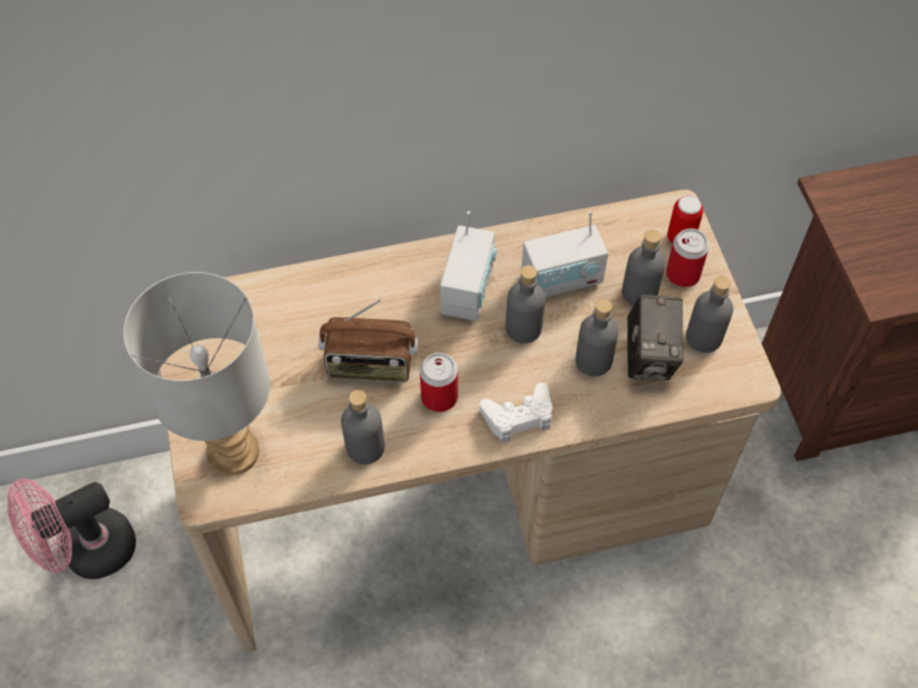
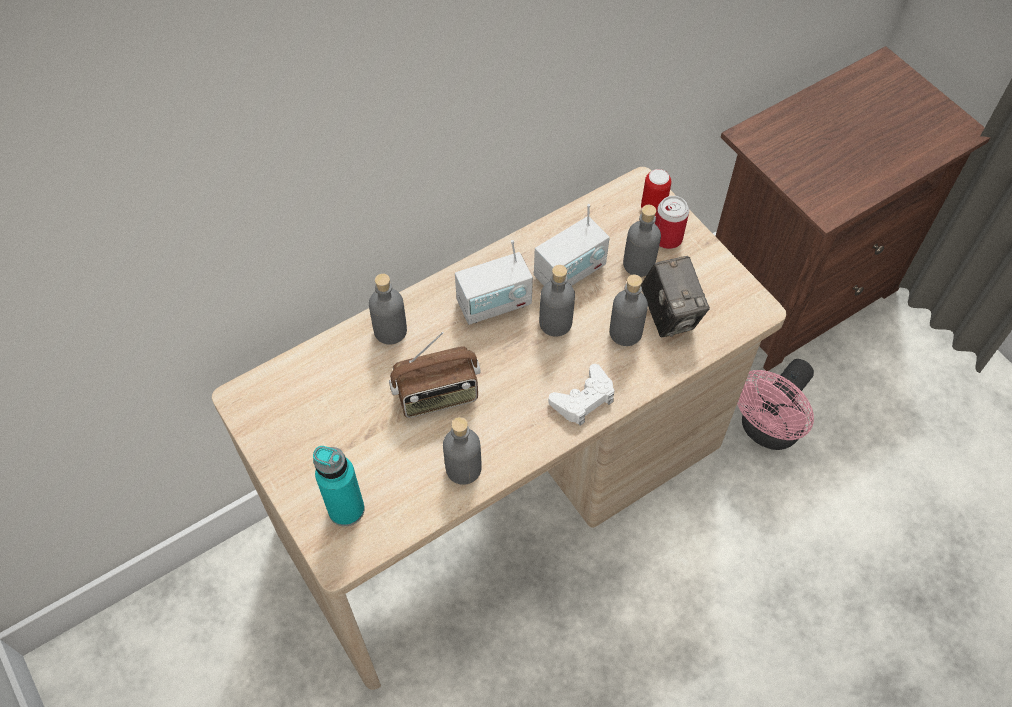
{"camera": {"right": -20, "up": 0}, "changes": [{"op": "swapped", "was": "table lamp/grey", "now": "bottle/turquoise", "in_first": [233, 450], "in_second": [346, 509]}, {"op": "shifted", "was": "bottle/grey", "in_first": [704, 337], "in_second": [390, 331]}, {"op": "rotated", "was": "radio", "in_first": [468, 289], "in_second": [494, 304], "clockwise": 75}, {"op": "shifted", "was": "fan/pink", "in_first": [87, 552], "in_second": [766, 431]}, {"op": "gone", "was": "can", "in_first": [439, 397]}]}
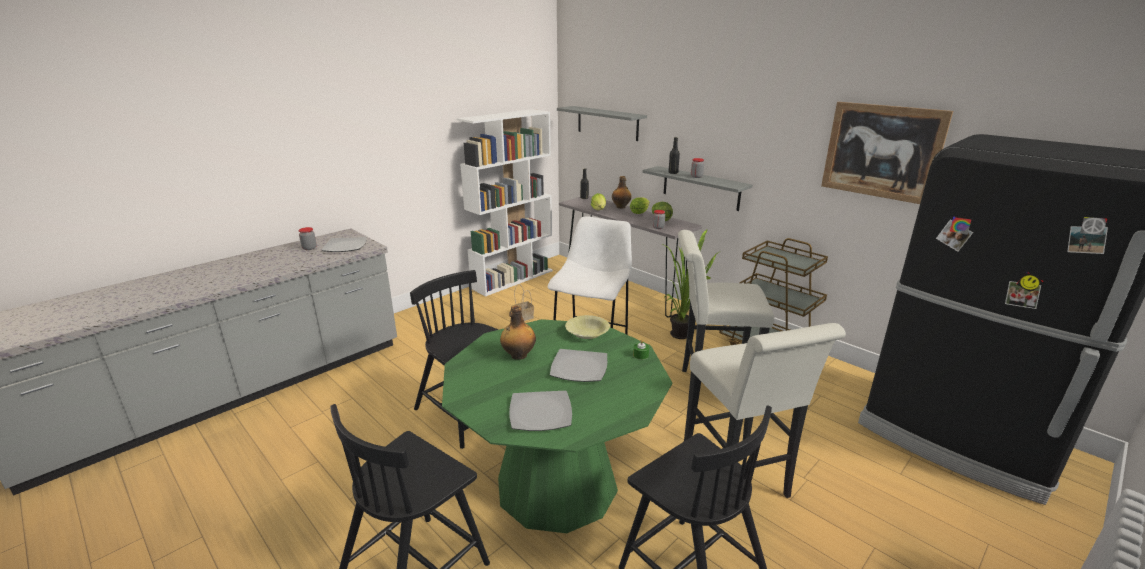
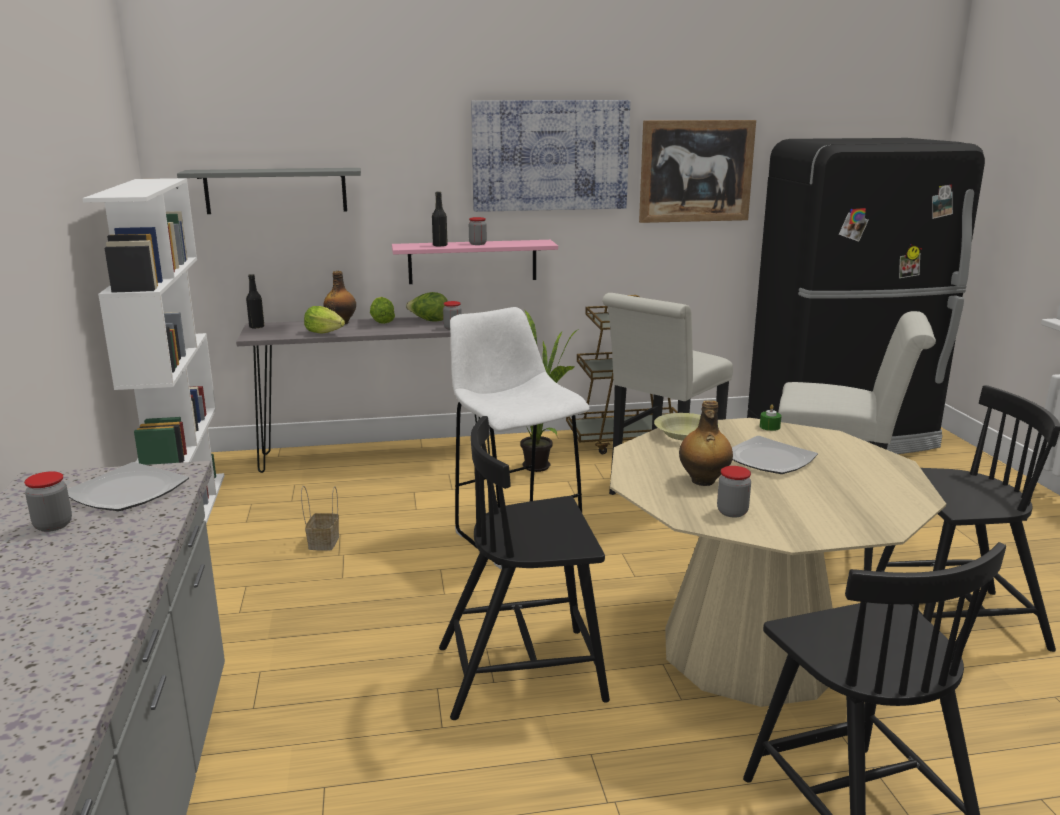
{"camera": {"right": -55, "up": -5}, "changes": [{"op": "repainted", "was": "shelf/grey", "now": "shelf/pink", "in_first": [700, 188], "in_second": [472, 261]}, {"op": "new", "now": "picture", "in_second": [550, 155]}, {"op": "repainted", "was": "dining table/green", "now": "dining table/beige", "in_first": [556, 484], "in_second": [750, 649]}, {"op": "new", "now": "jar", "in_second": [732, 512]}, {"op": "gone", "was": "plate", "in_first": [540, 413]}]}
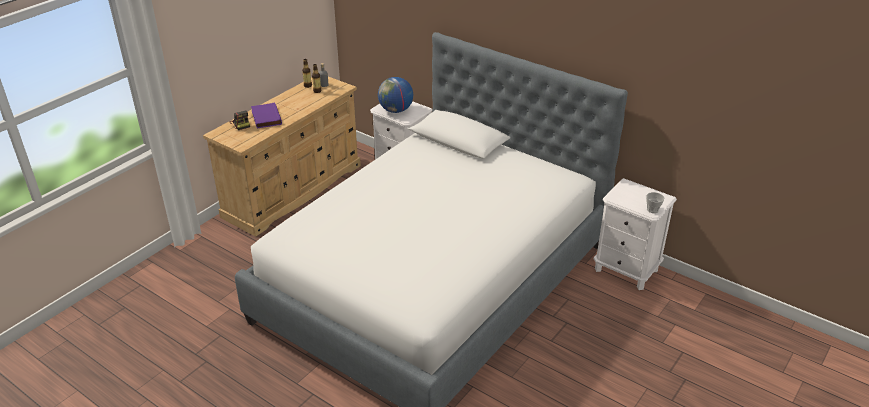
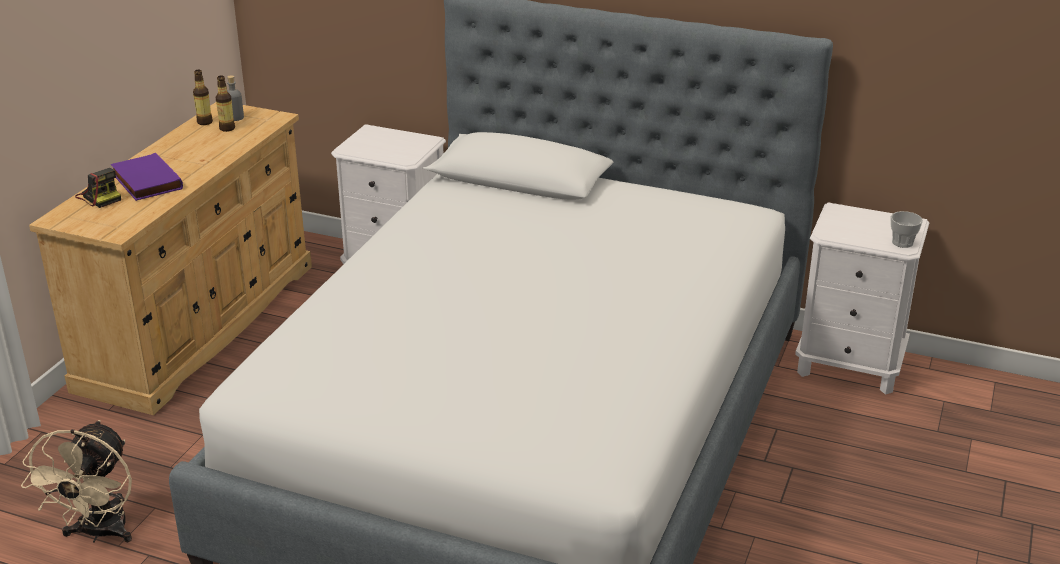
{"camera": {"right": -15, "up": -5}, "changes": [{"op": "new", "now": "fan/beige", "in_second": [99, 533]}, {"op": "gone", "was": "globe", "in_first": [396, 110]}]}
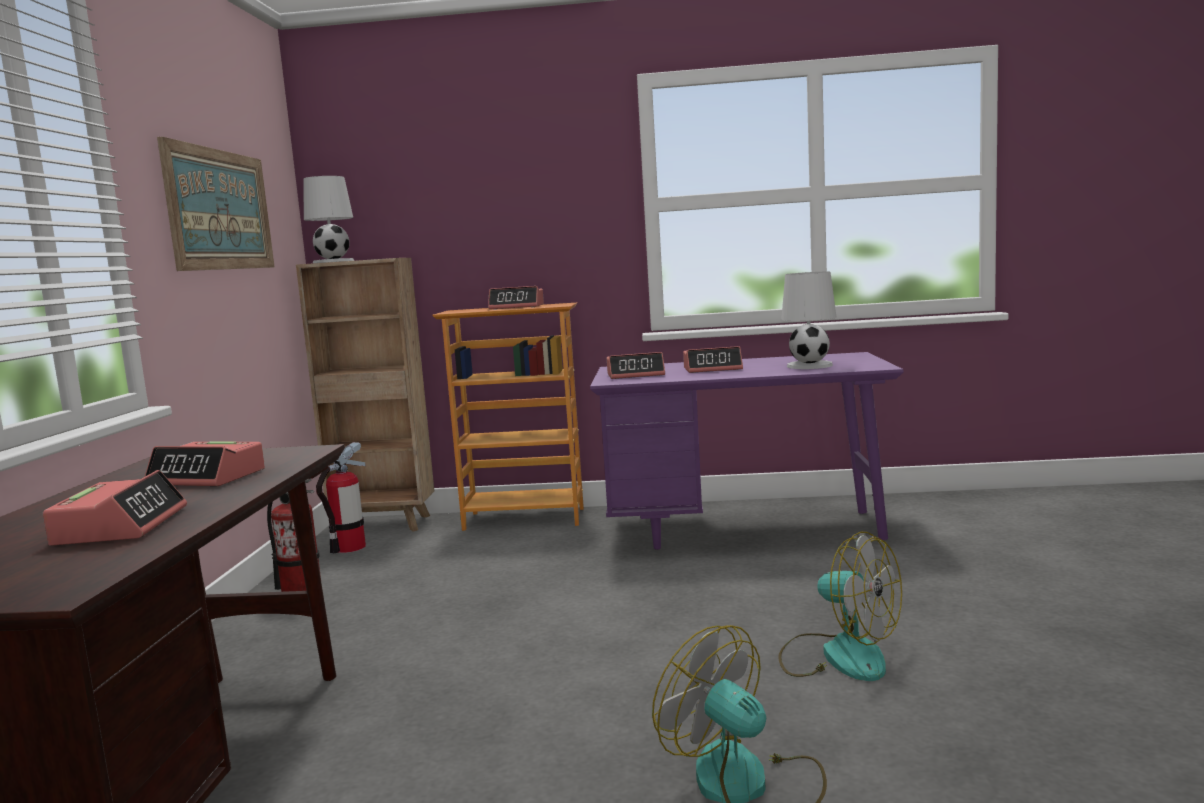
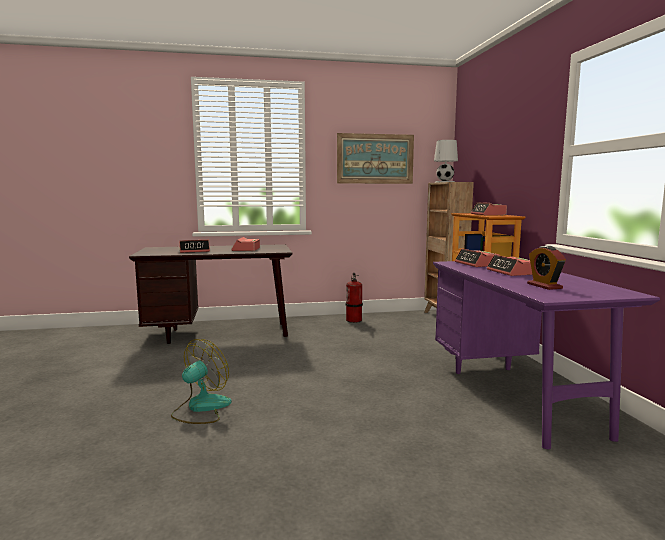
{"camera": {"right": 75, "up": 0}, "changes": [{"op": "swapped", "was": "table lamp/white", "now": "alarm clock", "in_first": [810, 365], "in_second": [544, 286]}, {"op": "gone", "was": "fire extinguisher", "in_first": [349, 547]}, {"op": "gone", "was": "fan", "in_first": [838, 656]}]}
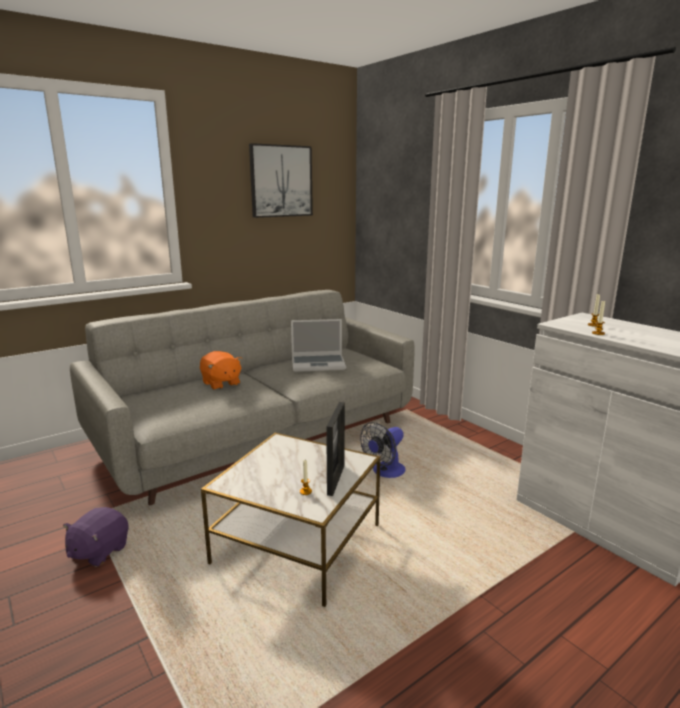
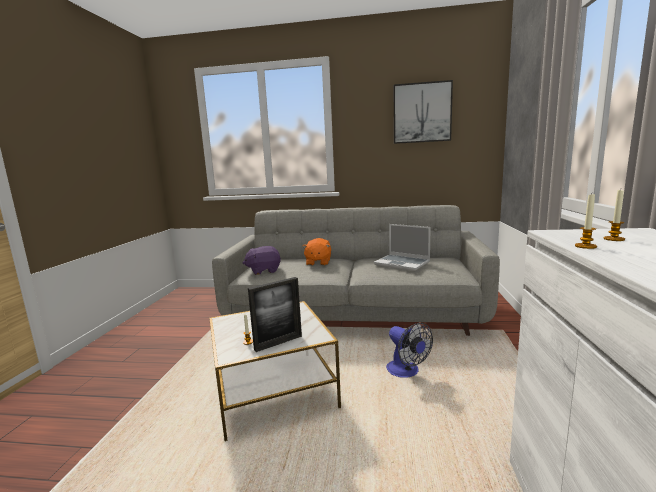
{"camera": {"right": 45, "up": -5}, "changes": [{"op": "shifted", "was": "plush toy/purple", "in_first": [98, 551], "in_second": [263, 271]}, {"op": "rotated", "was": "fan", "in_first": [385, 472], "in_second": [406, 372], "clockwise": -120}]}
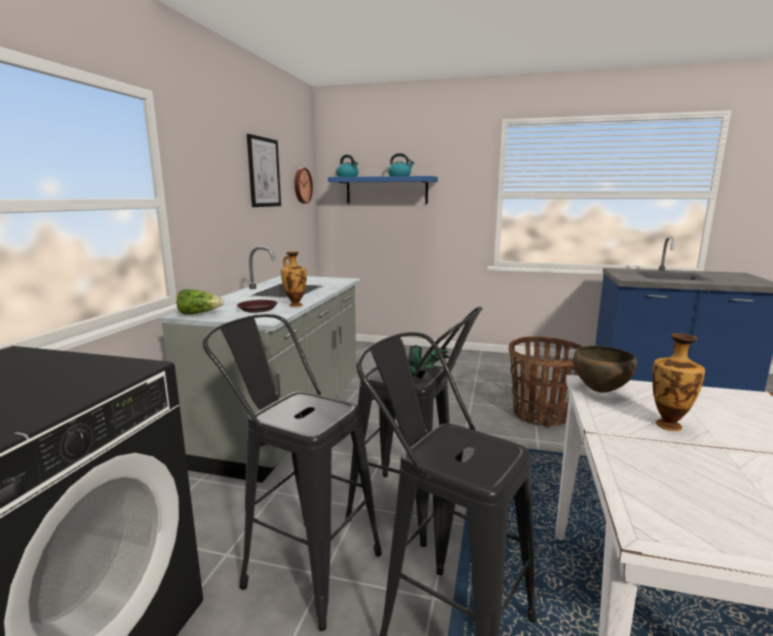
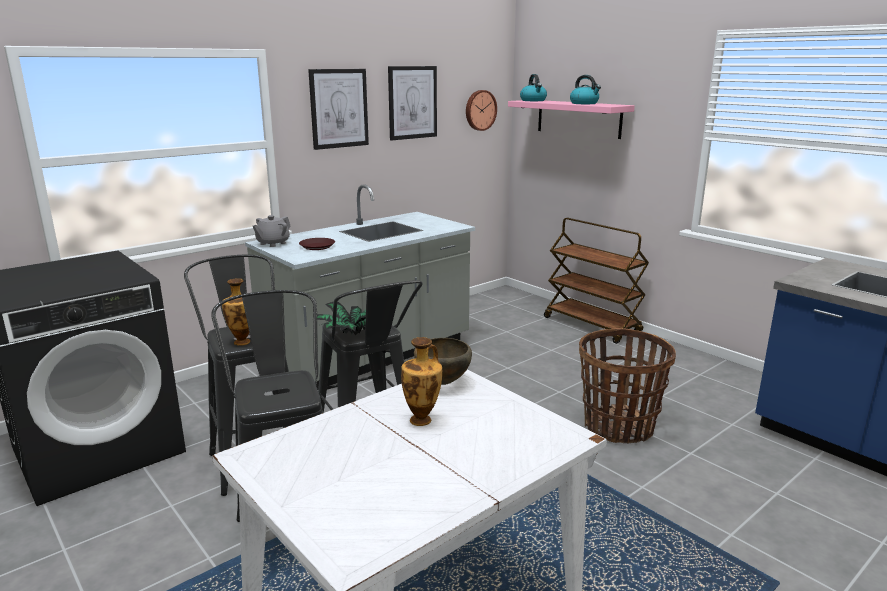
{"camera": {"right": 35, "up": 5}, "changes": [{"op": "shifted", "was": "vase", "in_first": [295, 305], "in_second": [242, 341]}, {"op": "swapped", "was": "lettuce", "now": "teapot/grey", "in_first": [199, 313], "in_second": [273, 243]}, {"op": "new", "now": "picture", "in_second": [339, 108]}, {"op": "repainted", "was": "shelf/blue", "now": "shelf/pink", "in_first": [386, 190], "in_second": [578, 118]}, {"op": "new", "now": "cart/brown", "in_second": [592, 325]}]}
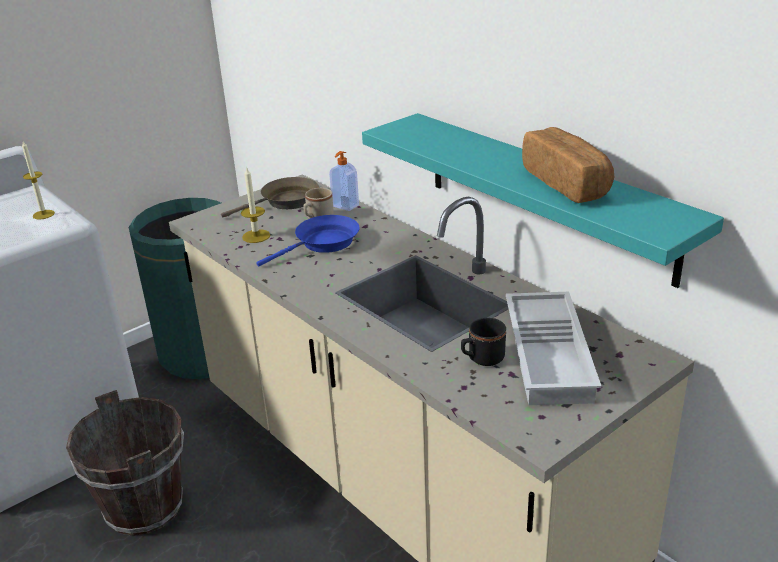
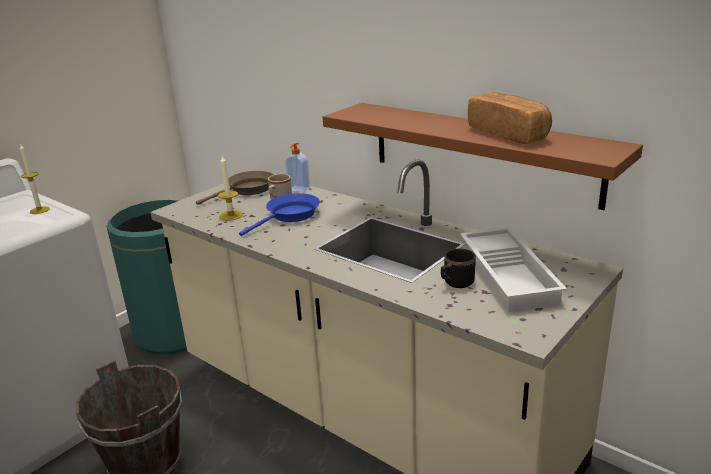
{"camera": {"right": -10, "up": -5}, "changes": [{"op": "repainted", "was": "shelf/turquoise", "now": "shelf/brown", "in_first": [545, 194], "in_second": [481, 152]}]}
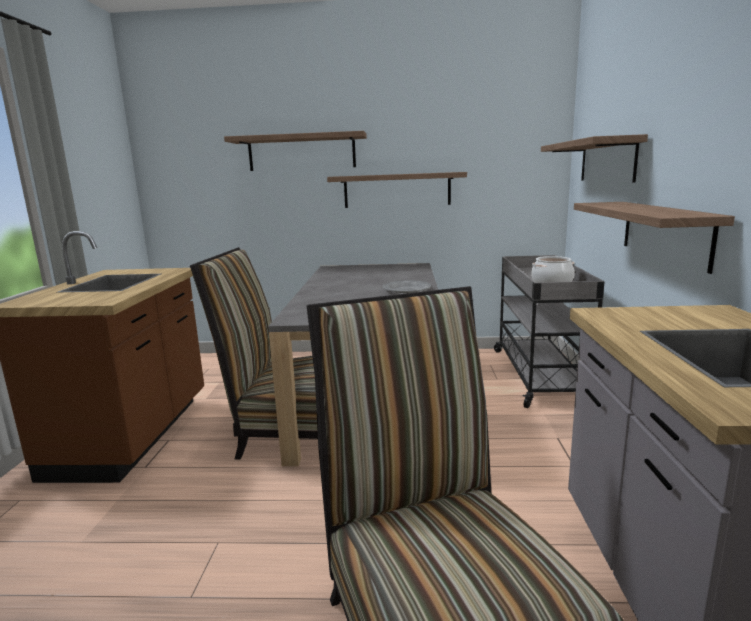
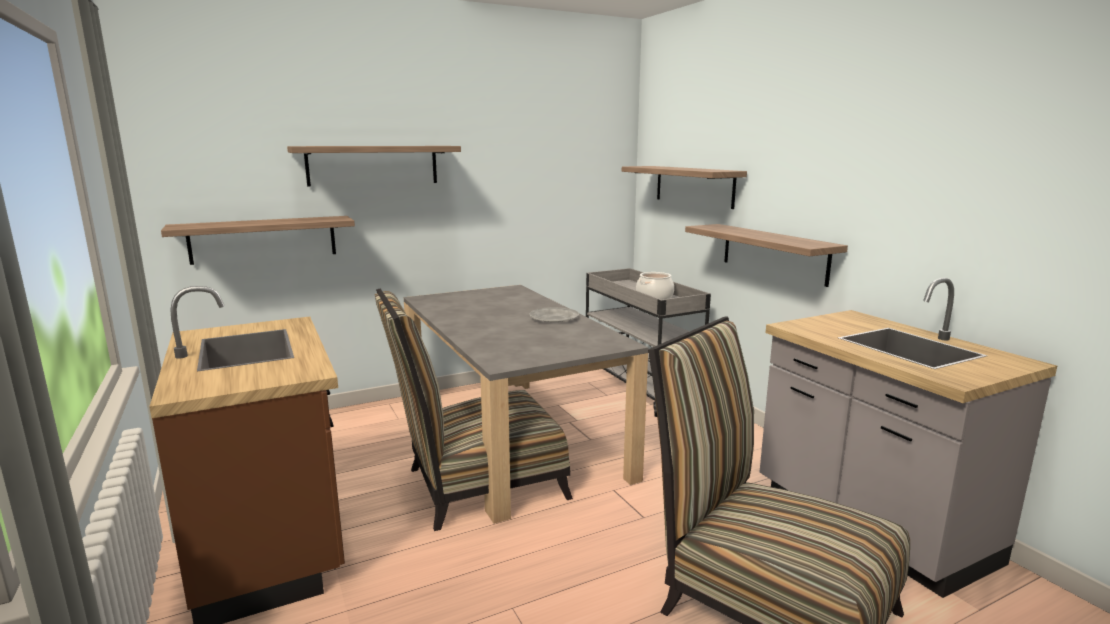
{"camera": {"right": -30, "up": 0}, "changes": [{"op": "shifted", "was": "shelf", "in_first": [397, 190], "in_second": [264, 239]}]}
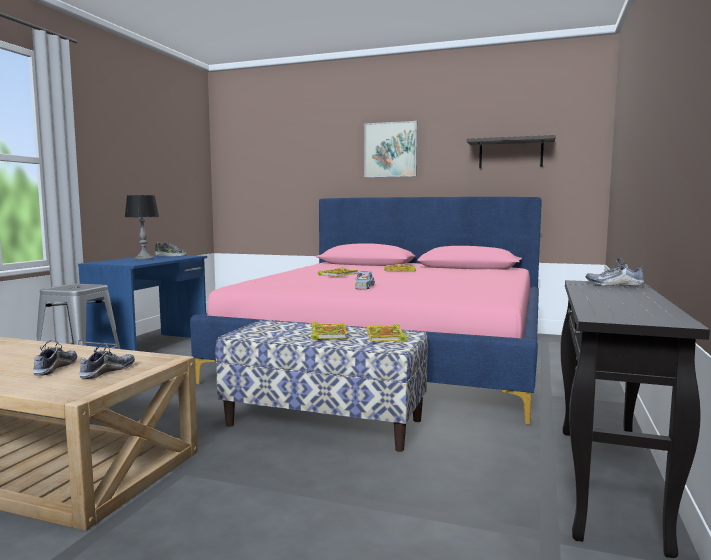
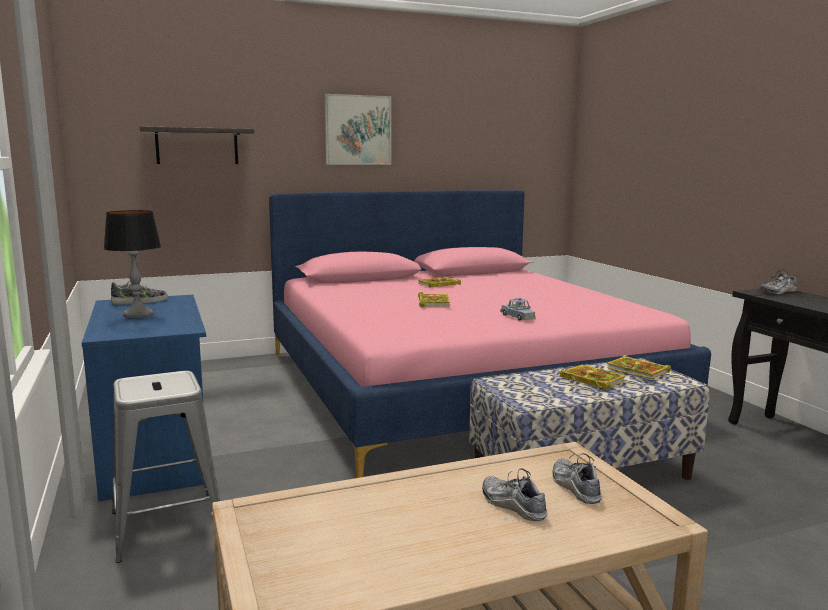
{"camera": {"right": -40, "up": 5}, "changes": [{"op": "shifted", "was": "shelf", "in_first": [510, 153], "in_second": [197, 146]}]}
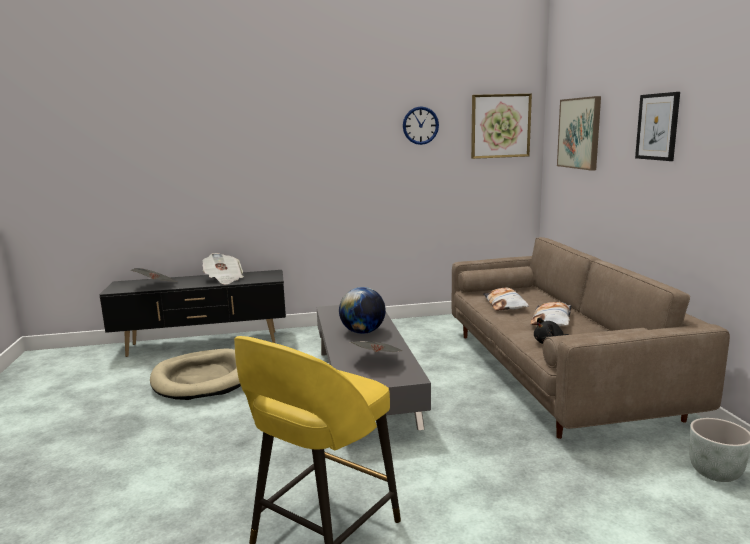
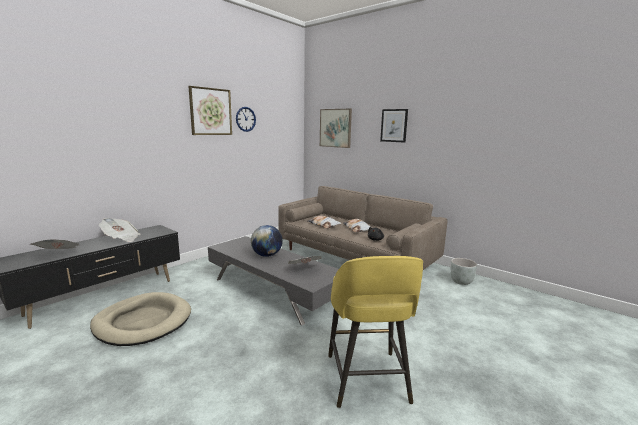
{"camera": {"right": -40, "up": 0}, "changes": [{"op": "shifted", "was": "picture", "in_first": [500, 126], "in_second": [210, 111]}]}
